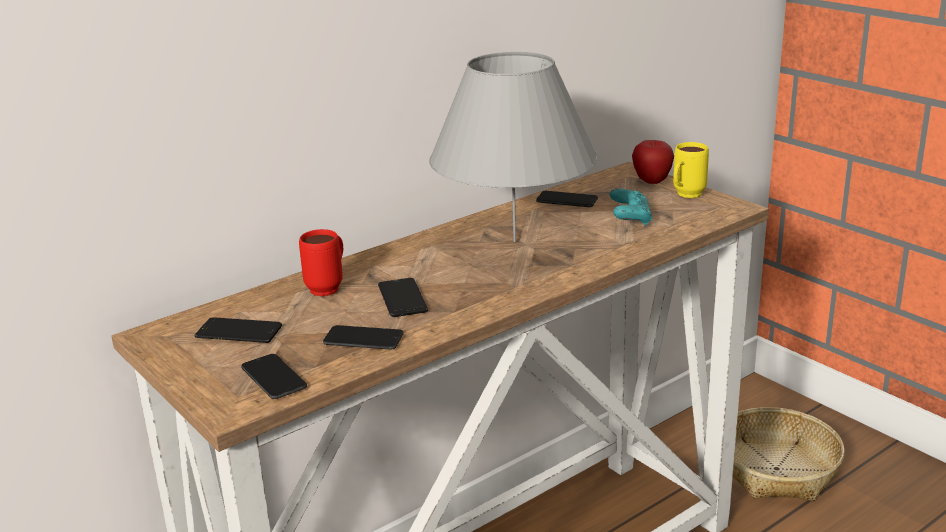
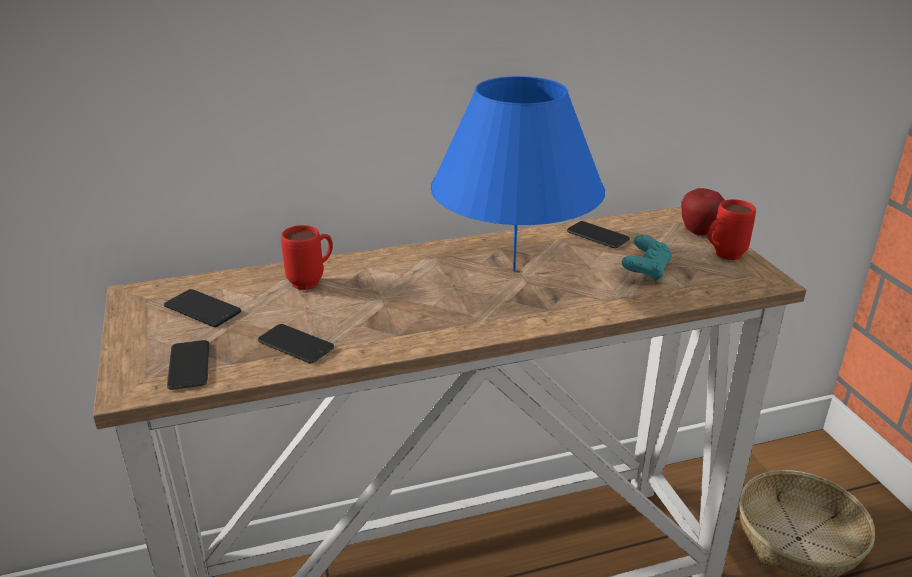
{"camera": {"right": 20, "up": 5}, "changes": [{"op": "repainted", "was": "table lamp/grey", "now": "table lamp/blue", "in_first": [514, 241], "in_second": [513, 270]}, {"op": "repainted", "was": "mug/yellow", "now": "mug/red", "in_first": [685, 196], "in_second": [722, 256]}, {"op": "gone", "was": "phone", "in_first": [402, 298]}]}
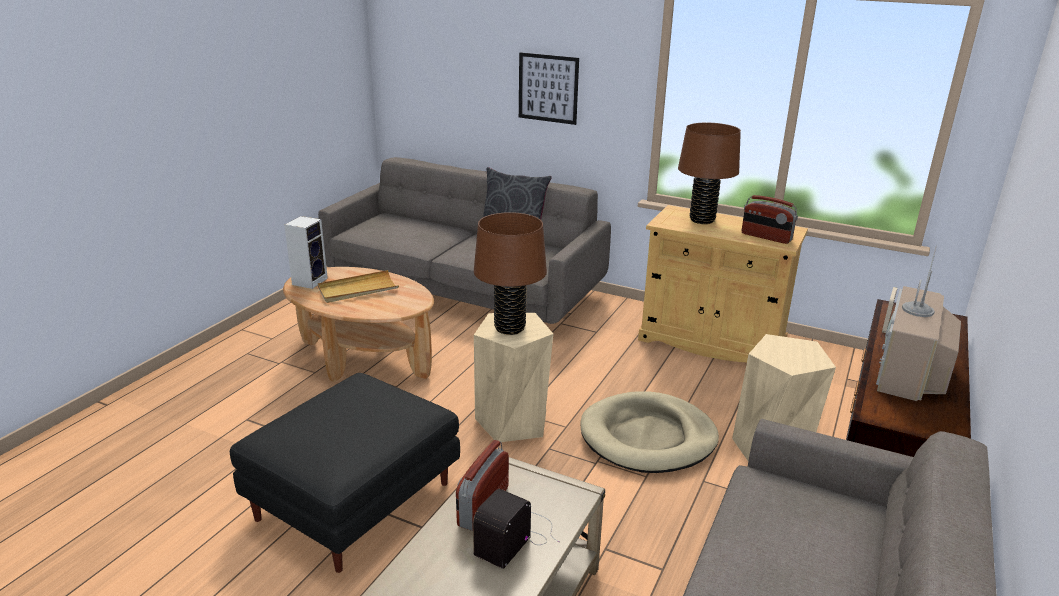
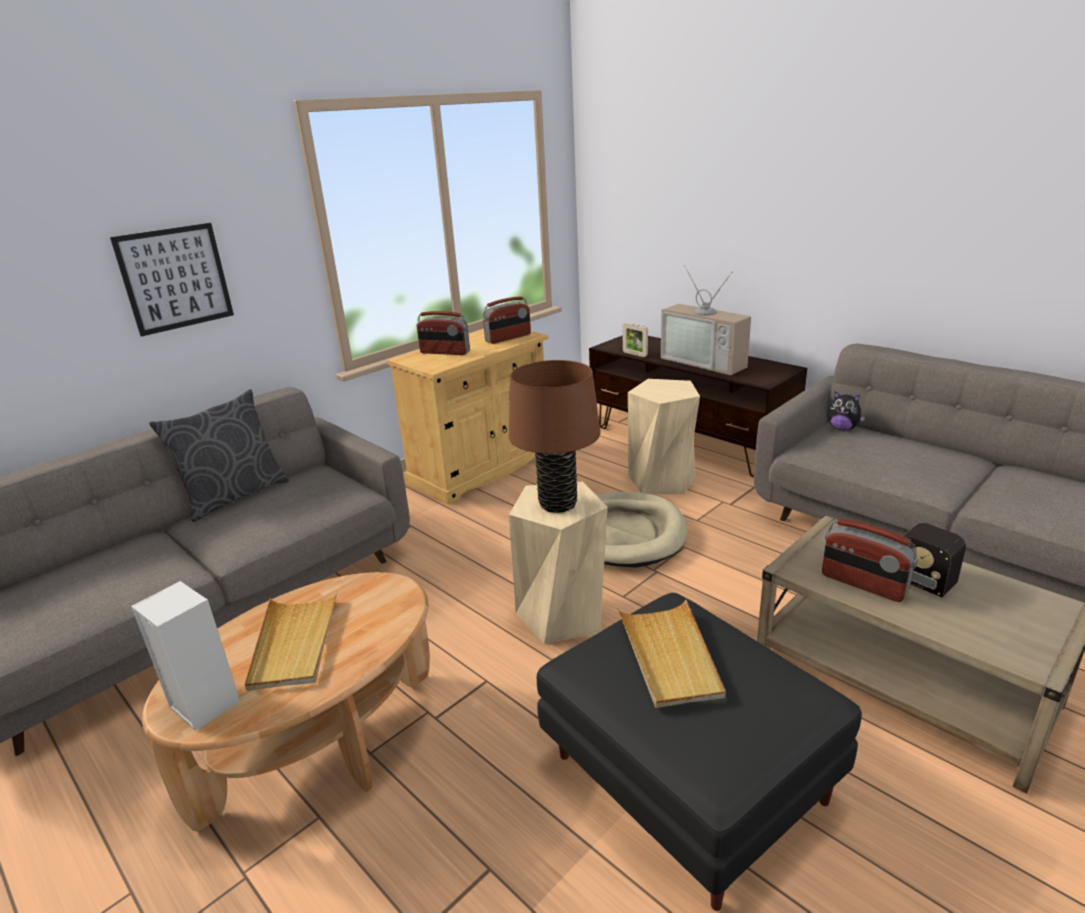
{"camera": {"right": -70, "up": 0}, "changes": [{"op": "swapped", "was": "table lamp/brown", "now": "radio", "in_first": [702, 220], "in_second": [445, 352]}, {"op": "new", "now": "tray/beige", "in_second": [669, 656]}, {"op": "new", "now": "plush toy", "in_second": [842, 428]}]}
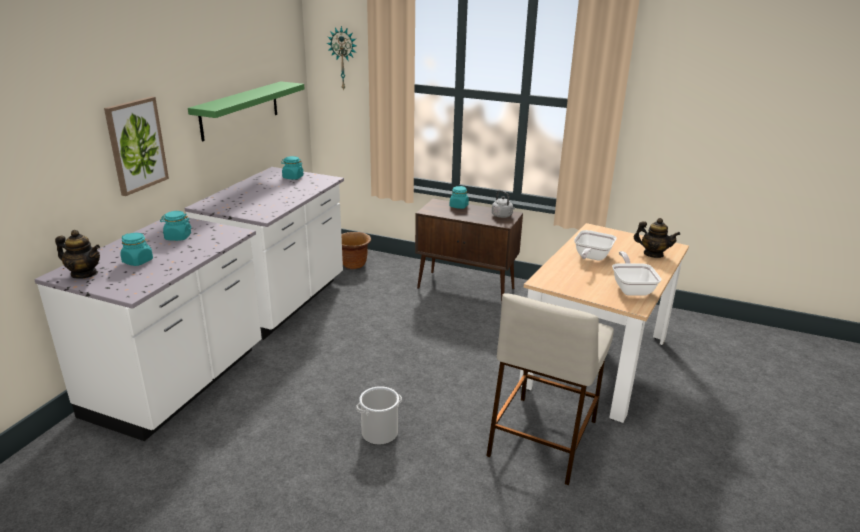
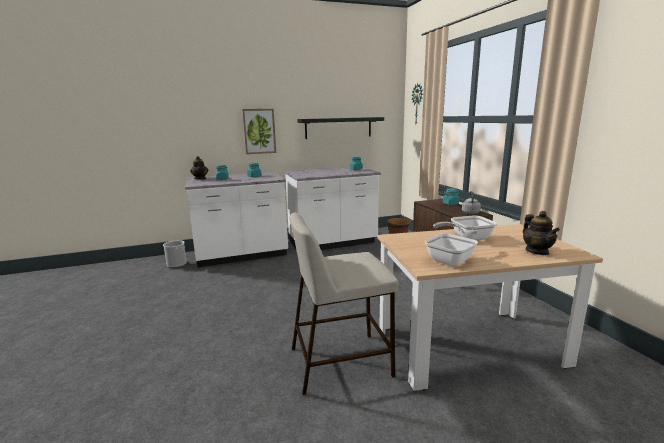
{"camera": {"right": 50, "up": -10}, "changes": [{"op": "shifted", "was": "bucket", "in_first": [379, 433], "in_second": [176, 264]}, {"op": "repainted", "was": "shelf/green", "now": "shelf/black", "in_first": [240, 110], "in_second": [338, 128]}]}
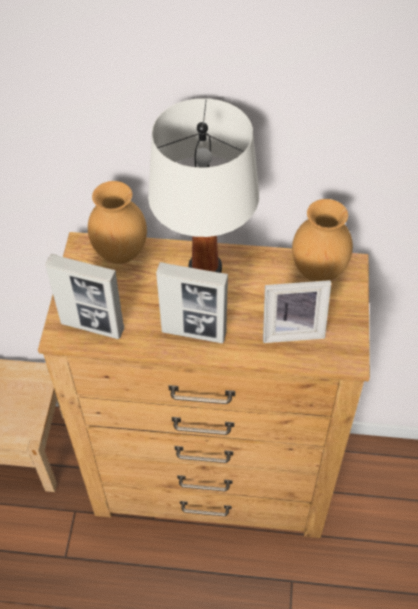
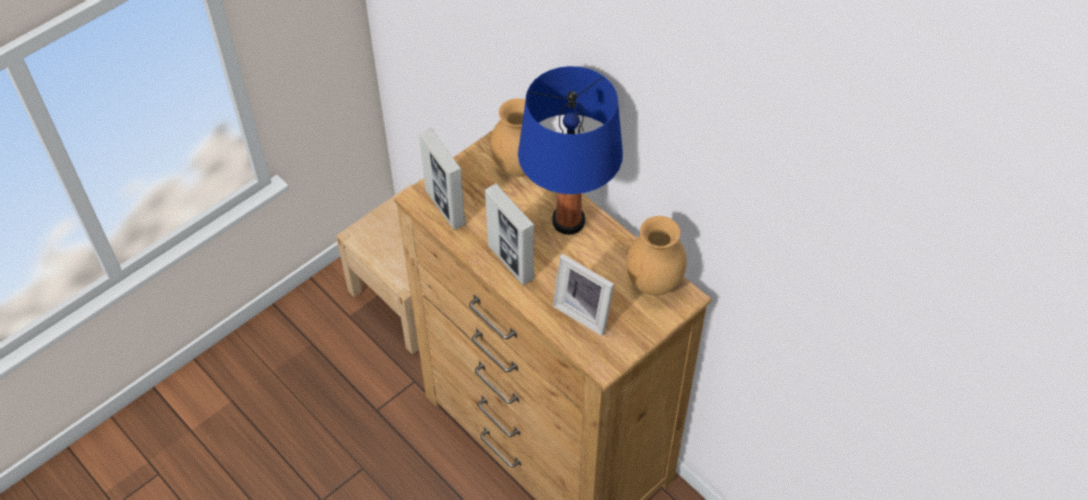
{"camera": {"right": 40, "up": 0}, "changes": [{"op": "repainted", "was": "table lamp/white", "now": "table lamp/blue", "in_first": [204, 269], "in_second": [568, 221]}]}
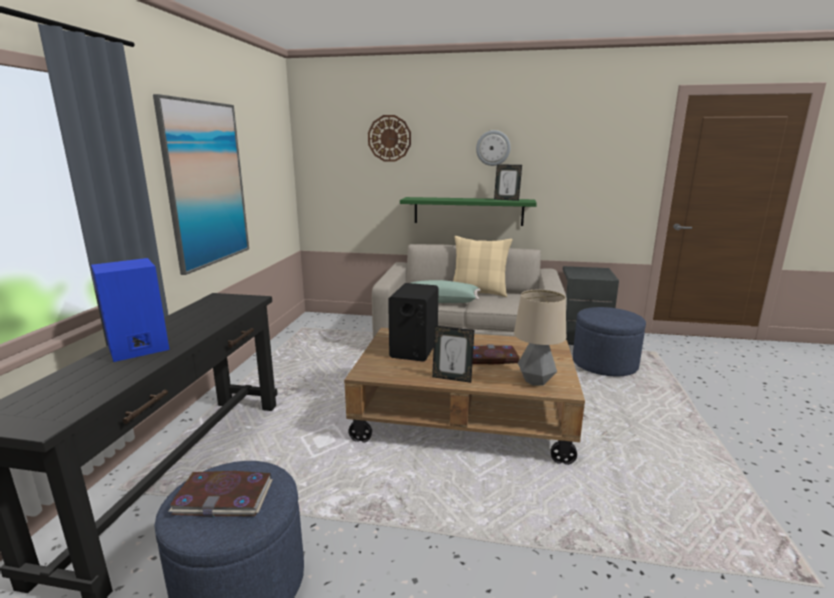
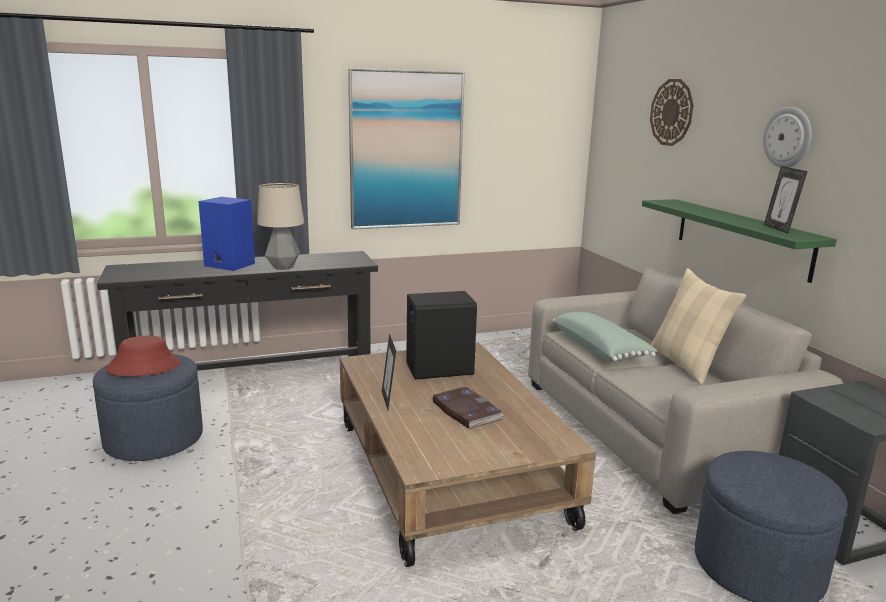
{"camera": {"right": 60, "up": 0}, "changes": [{"op": "swapped", "was": "book", "now": "hat/red", "in_first": [224, 497], "in_second": [144, 366]}, {"op": "shifted", "was": "table lamp", "in_first": [535, 381], "in_second": [282, 267]}]}
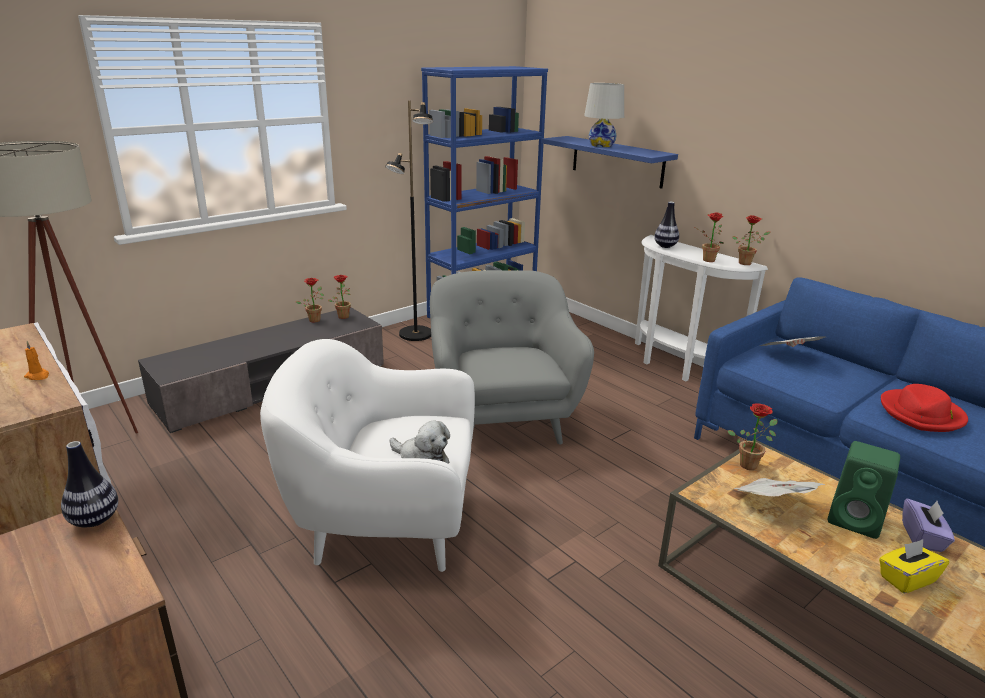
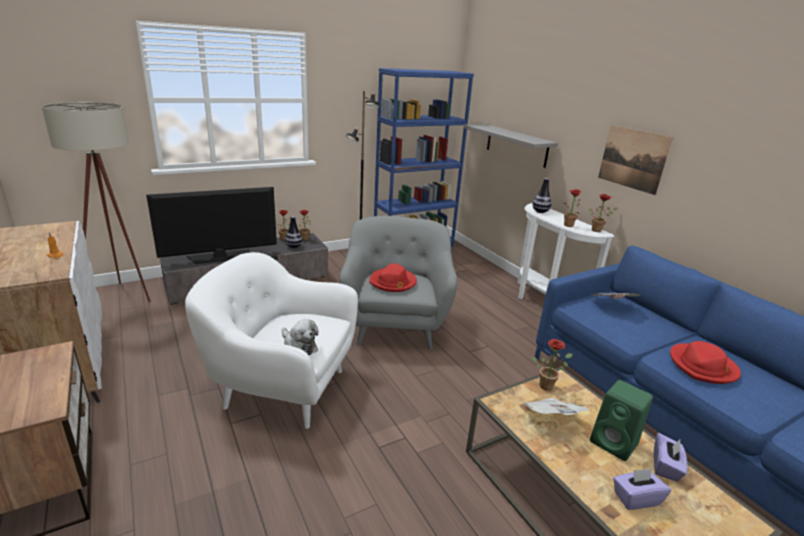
{"camera": {"right": 10, "up": 0}, "changes": [{"op": "new", "now": "television", "in_second": [220, 257]}, {"op": "shifted", "was": "vase", "in_first": [95, 520], "in_second": [294, 246]}, {"op": "new", "now": "hat/red", "in_second": [393, 282]}, {"op": "repainted", "was": "shelf/blue", "now": "shelf/grey", "in_first": [617, 161], "in_second": [516, 145]}, {"op": "new", "now": "picture", "in_second": [633, 159]}, {"op": "repainted", "was": "tissue box/yellow", "now": "tissue box/purple", "in_first": [906, 579], "in_second": [635, 498]}, {"op": "gone", "was": "table lamp/white", "in_first": [601, 145]}]}
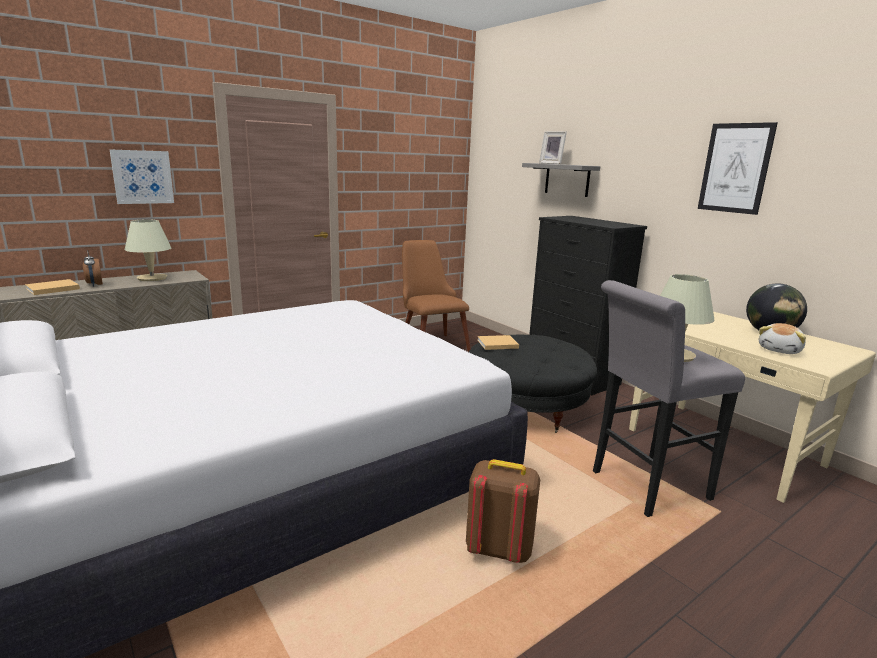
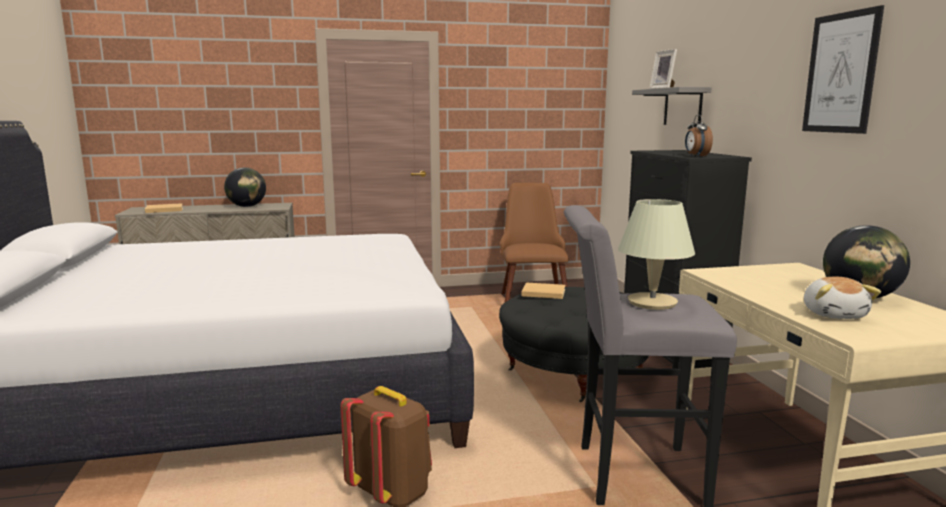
{"camera": {"right": 25, "up": -5}, "changes": [{"op": "swapped", "was": "table lamp/beige", "now": "globe", "in_first": [152, 278], "in_second": [247, 206]}, {"op": "shifted", "was": "alarm clock", "in_first": [94, 284], "in_second": [696, 156]}, {"op": "rotated", "was": "plush toy", "in_first": [780, 350], "in_second": [834, 314], "clockwise": -60}, {"op": "gone", "was": "picture", "in_first": [142, 177]}]}
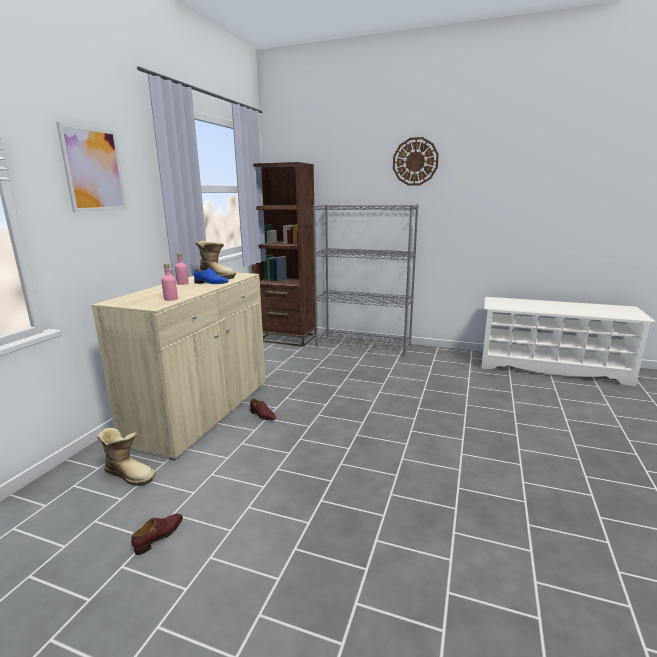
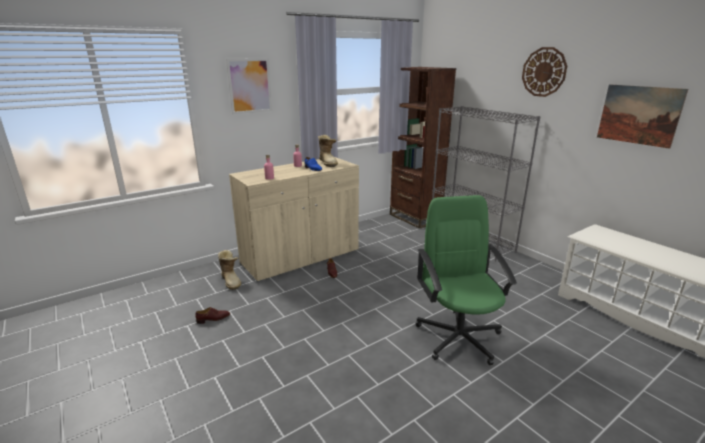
{"camera": {"right": 35, "up": 5}, "changes": [{"op": "new", "now": "office chair/green", "in_second": [458, 336]}, {"op": "new", "now": "picture", "in_second": [638, 115]}]}
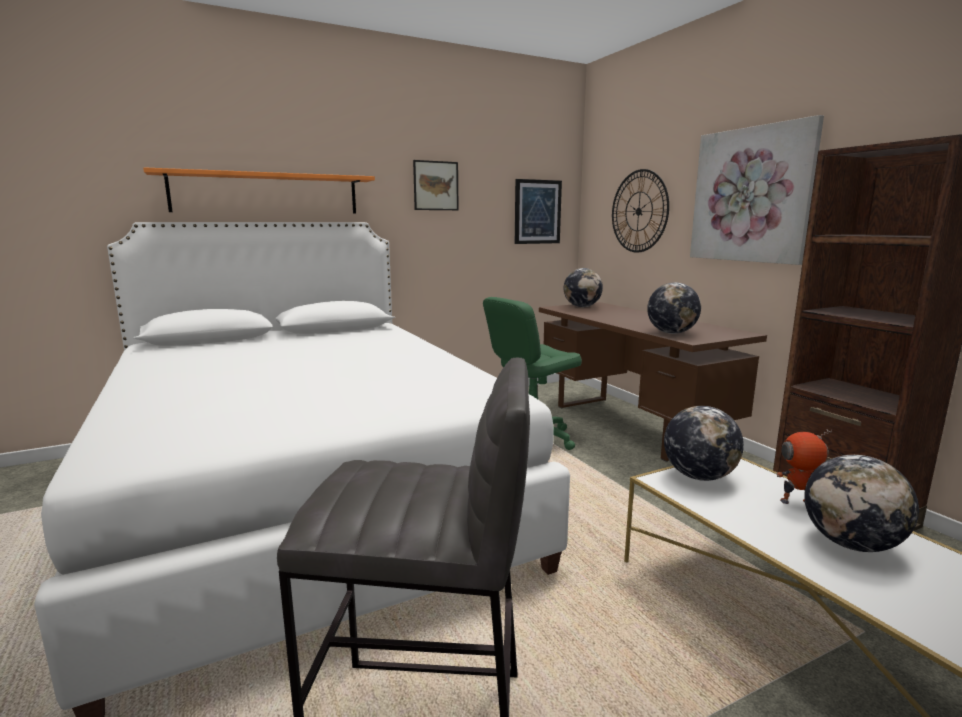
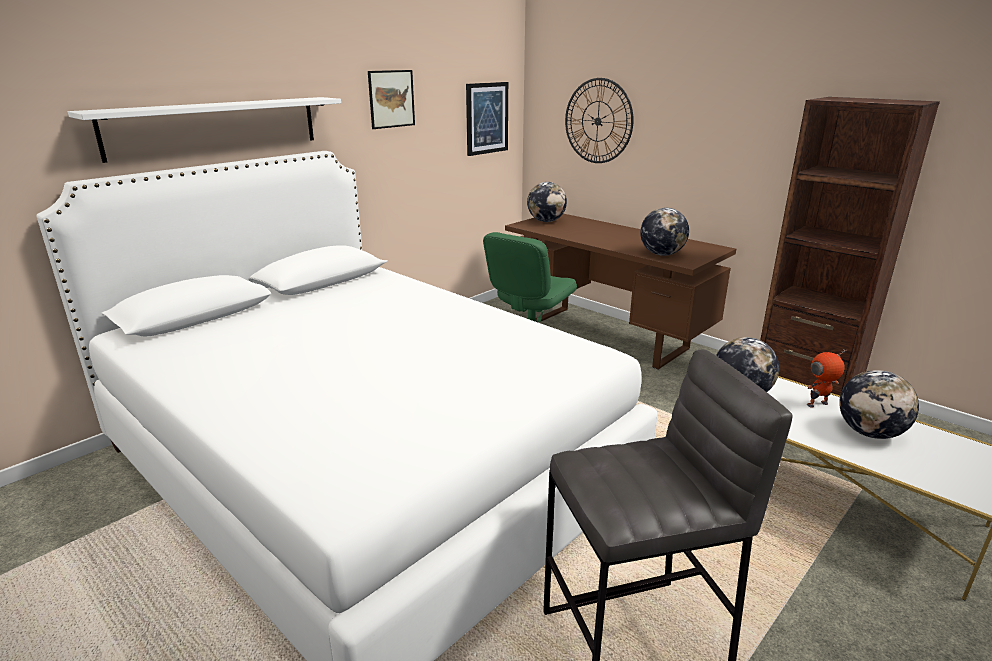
{"camera": {"right": -20, "up": 10}, "changes": [{"op": "repainted", "was": "shelf/orange", "now": "shelf/white", "in_first": [267, 193], "in_second": [215, 126]}, {"op": "gone", "was": "picture", "in_first": [750, 195]}]}
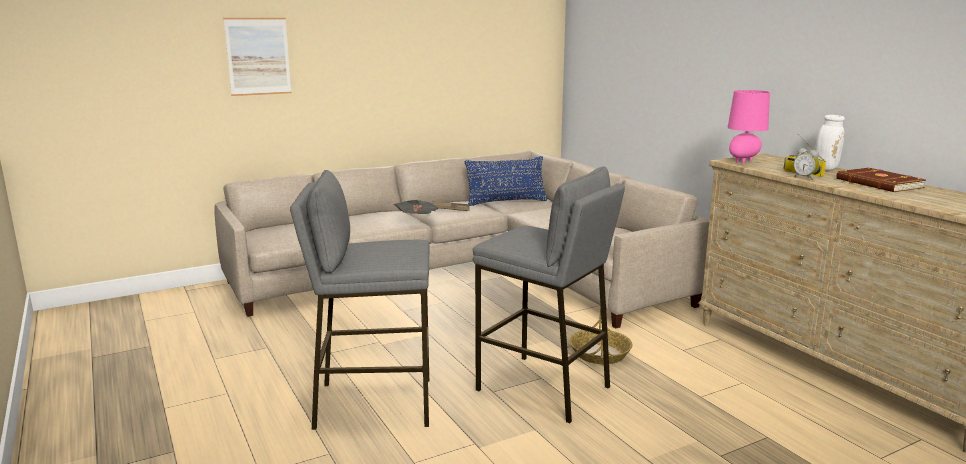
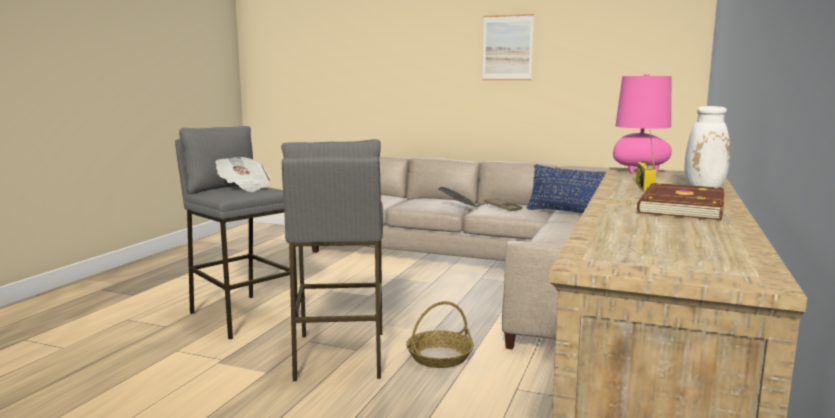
{"camera": {"right": 50, "up": -5}, "changes": [{"op": "new", "now": "newspaper", "in_second": [244, 187]}, {"op": "shifted", "was": "picture", "in_first": [258, 56], "in_second": [507, 47]}, {"op": "gone", "was": "alarm clock", "in_first": [805, 178]}]}
